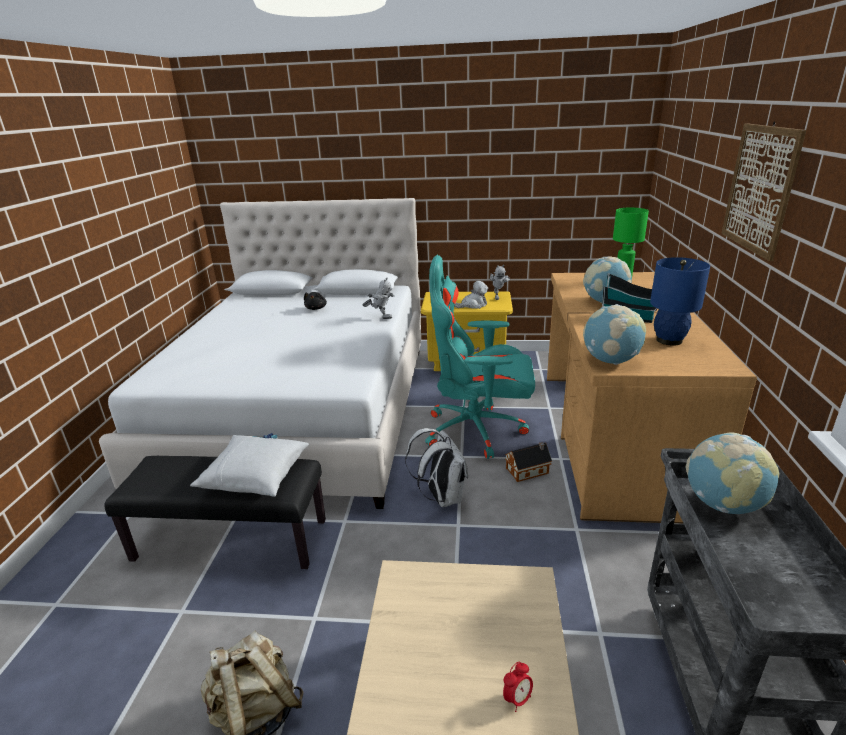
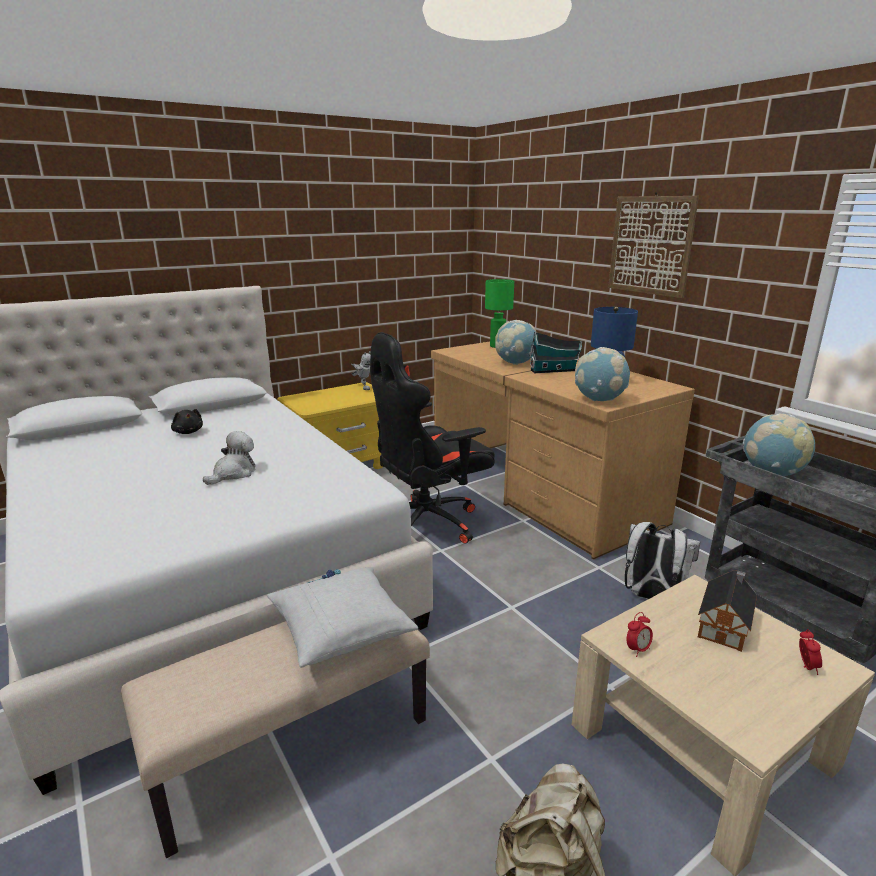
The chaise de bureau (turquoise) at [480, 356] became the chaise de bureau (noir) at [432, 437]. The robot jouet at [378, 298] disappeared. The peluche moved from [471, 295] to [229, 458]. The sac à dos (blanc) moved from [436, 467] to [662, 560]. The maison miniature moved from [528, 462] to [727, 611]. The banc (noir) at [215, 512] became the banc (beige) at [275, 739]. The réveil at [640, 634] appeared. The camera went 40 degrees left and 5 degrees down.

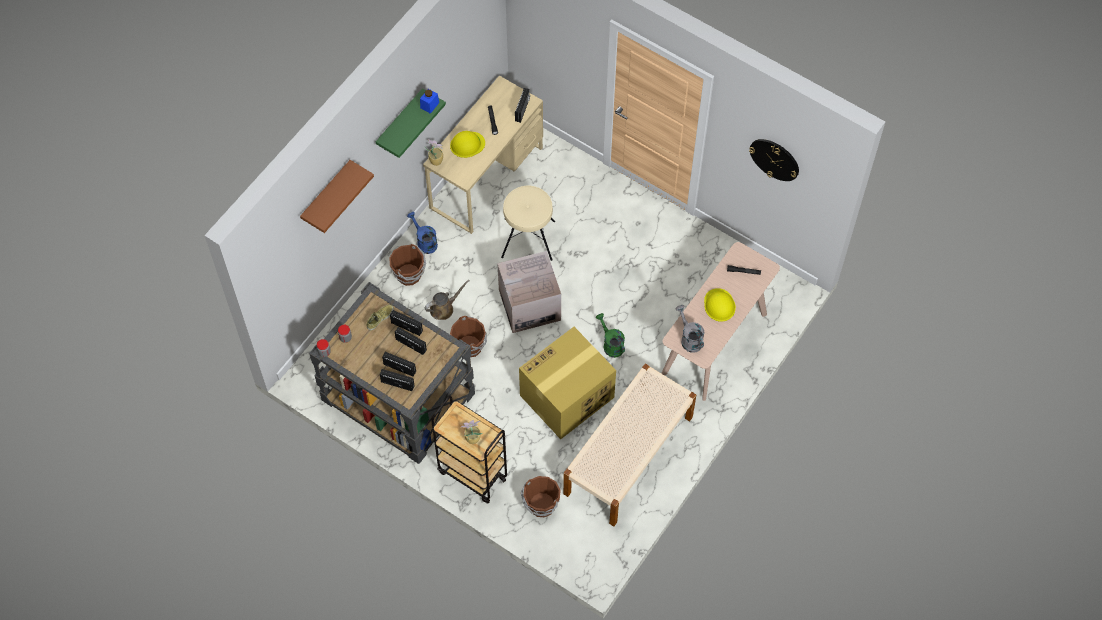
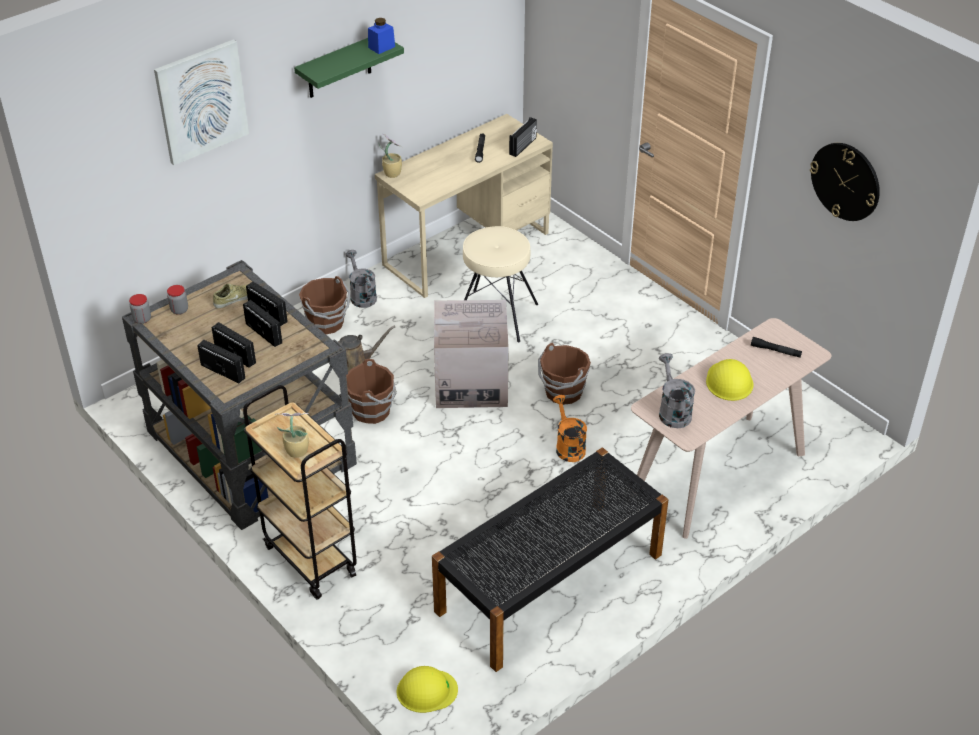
The casque de chantier (jaune) moved from [467, 144] to [427, 689]. The étagère (marron) at [337, 196] was replaced by the tableau at [201, 102]. The arrosoir (bleu) at [422, 233] became the arrosoir (gris) at [361, 279]. The arrosoir (vert) at [610, 335] became the arrosoir (orange) at [570, 428]. The carton at [567, 383] disappeared. The banc (beige) at [629, 445] became the banc (noir) at [550, 559]. The seau (marron) moved from [541, 496] to [564, 374]. The camera went 15 degrees right and 20 degrees down.

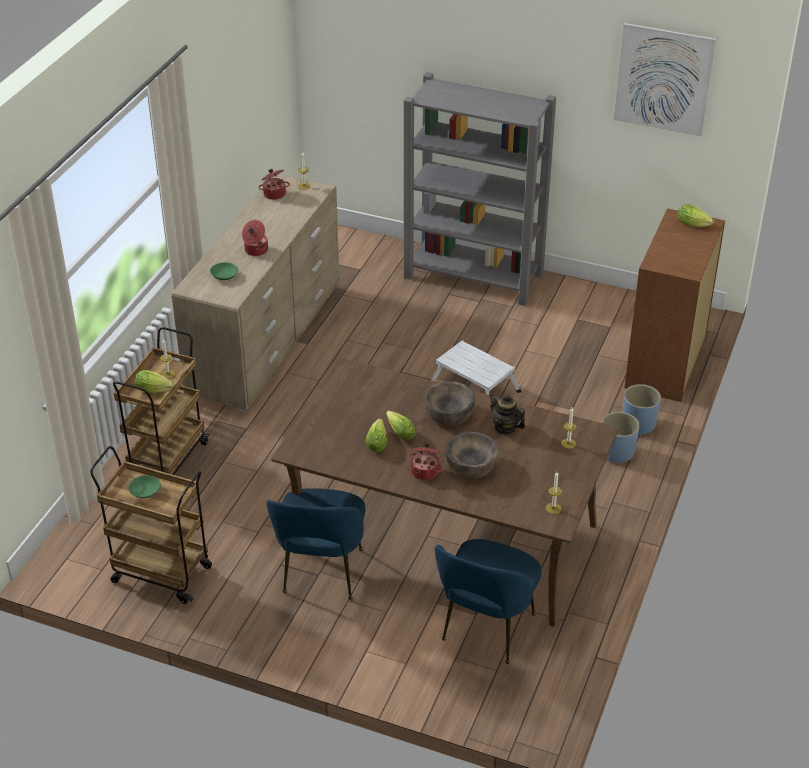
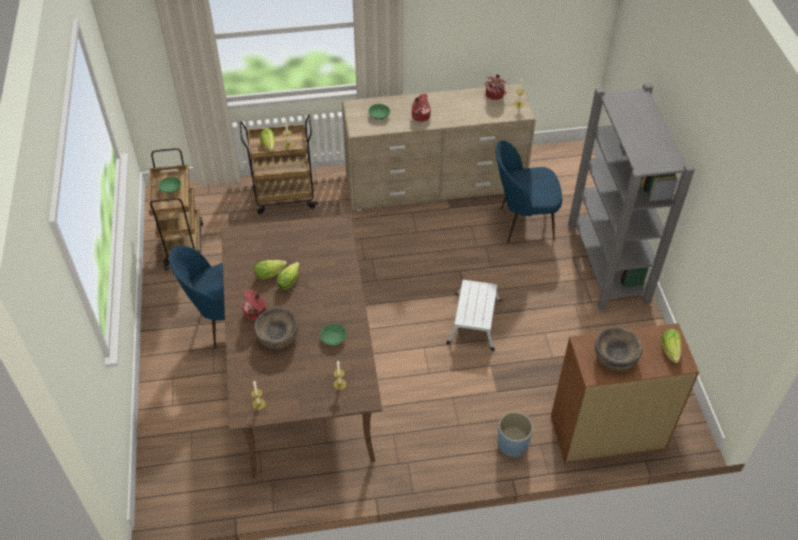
The tableau at [665, 80] disappeared. The bol (marron) moved from [449, 403] to [618, 349]. The théière at [507, 414] was replaced by the bol (vert) at [333, 334]. The cache-pot (bleu) at [620, 438] disappeared. The chaise (bleu) moved from [488, 601] to [528, 191]. The camera went 60 degrees right and 10 degrees up.

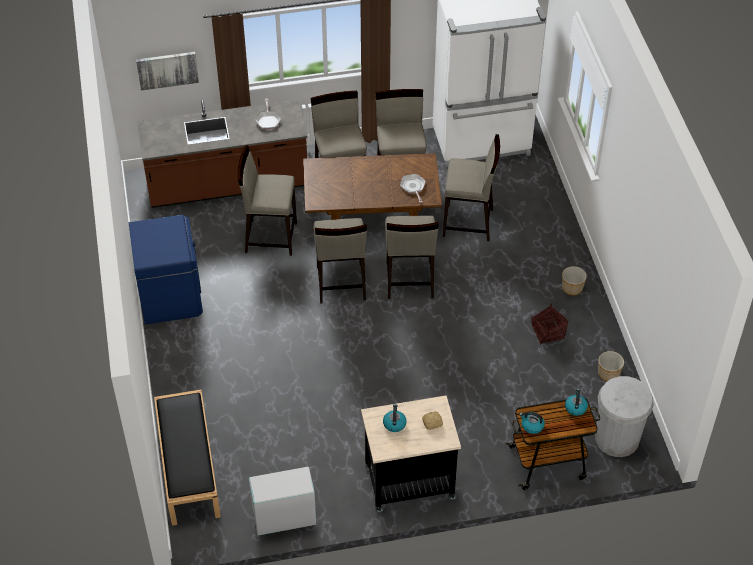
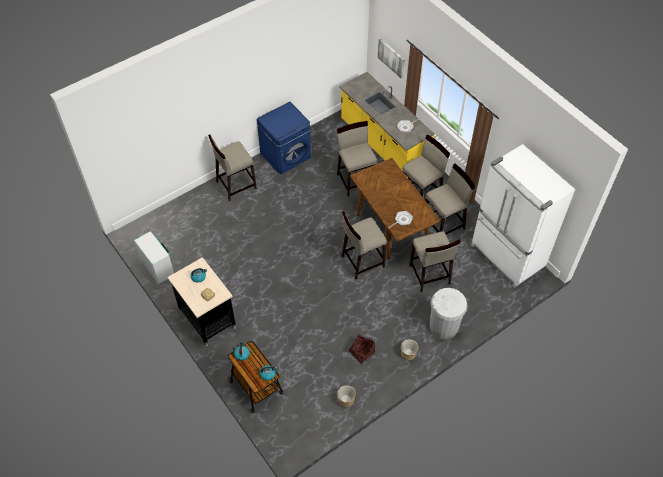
The comptoir de cuisine (marron) at [222, 153] became the comptoir de cuisine (jaune) at [387, 126]. The tabouret (beige) moved from [340, 261] to [232, 167]. The poubelle (blanc) moved from [624, 416] to [448, 313]. The banc (noir) at [187, 458] disappeared. The camera went 65 degrees right and 5 degrees up.

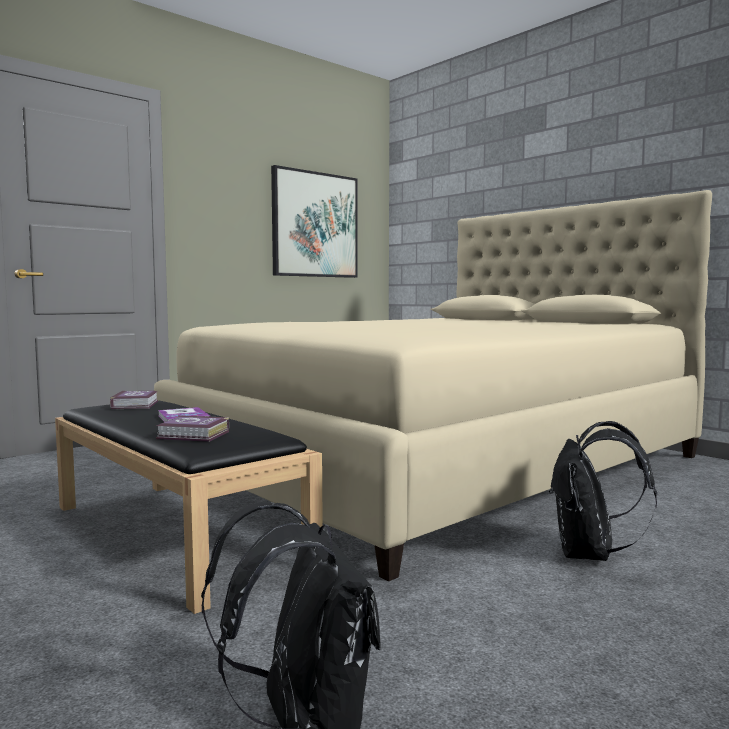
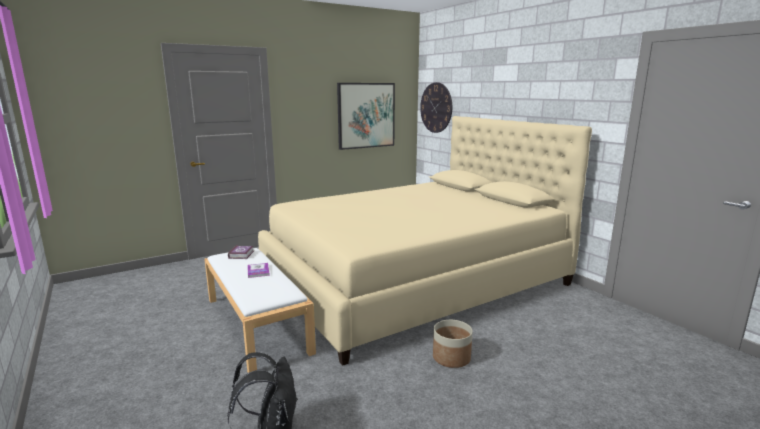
The banc (noir) at [189, 507] became the banc (blanc) at [260, 310]. The livre at [192, 428] disappeared. The sac à dos (noir) at [603, 491] was replaced by the cache-pot at [453, 344]. The horloge murale at [436, 107] appeared. The camera went 10 degrees right and 10 degrees up.

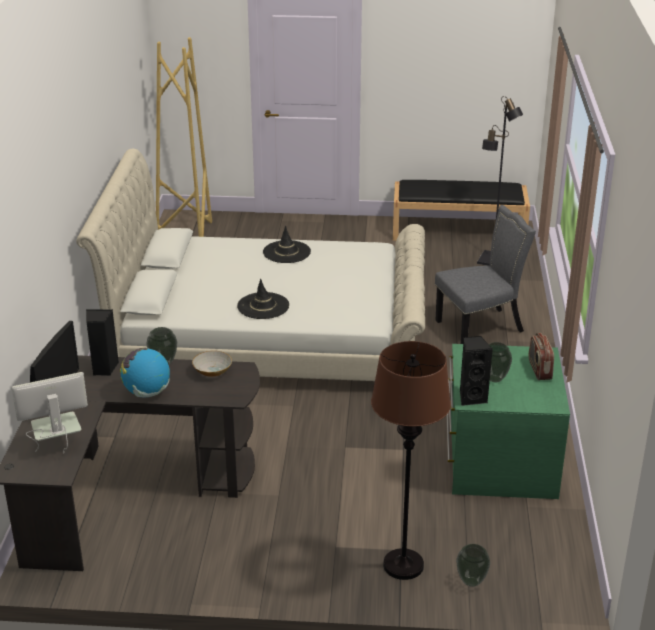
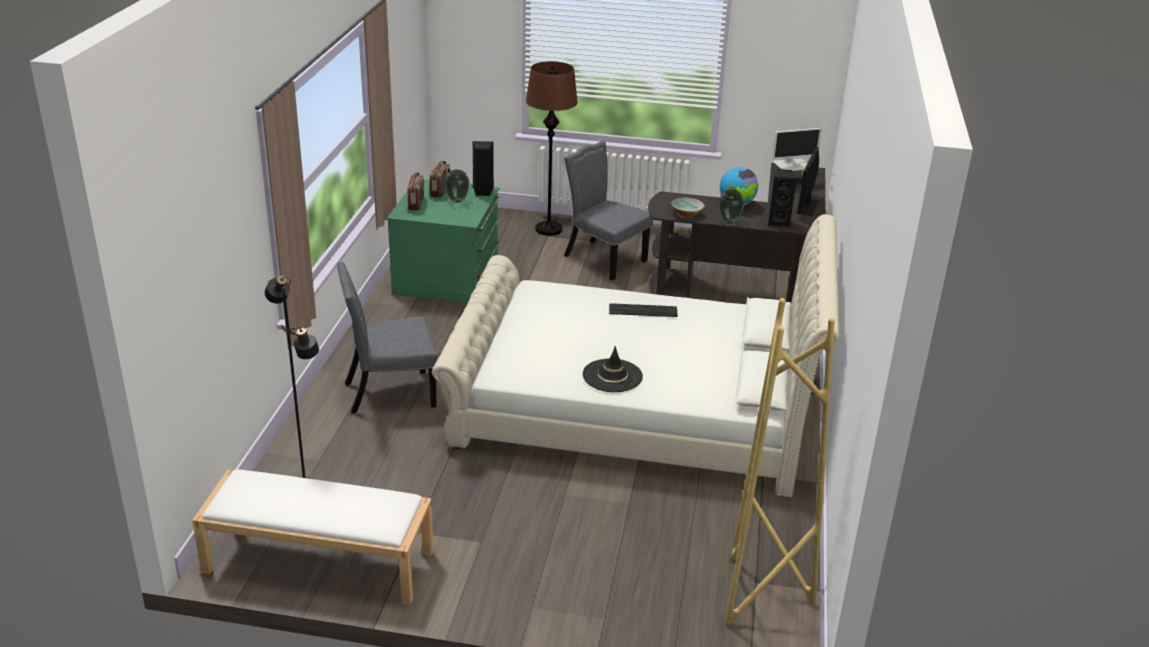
The banc (noir) at [461, 210] became the banc (blanc) at [312, 537]. The chapeau (noir) at [263, 299] was replaced by the clavier at [643, 310]. The vase at [473, 565] disappeared. The chaise (gris) at [608, 211] appeared. The radio at [439, 179] appeared. The camera went 175 degrees left and 0 degrees up.

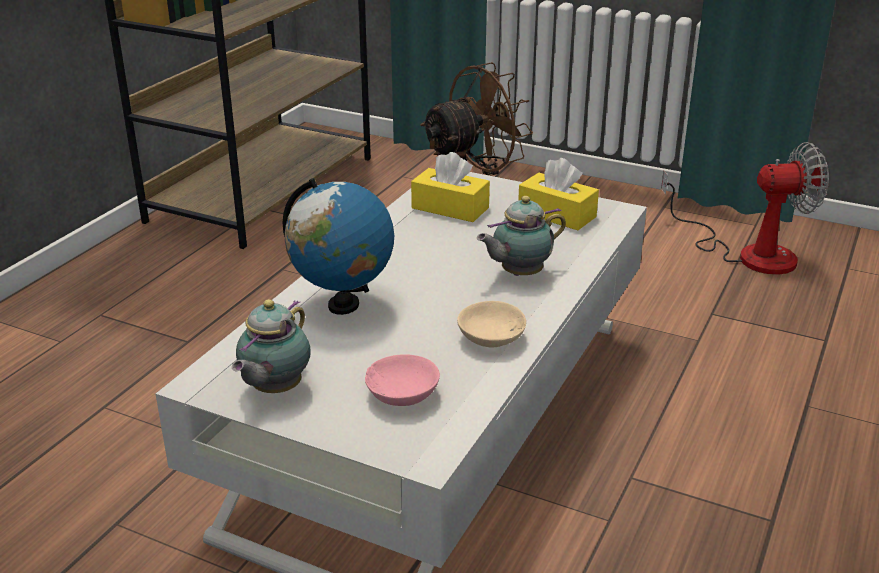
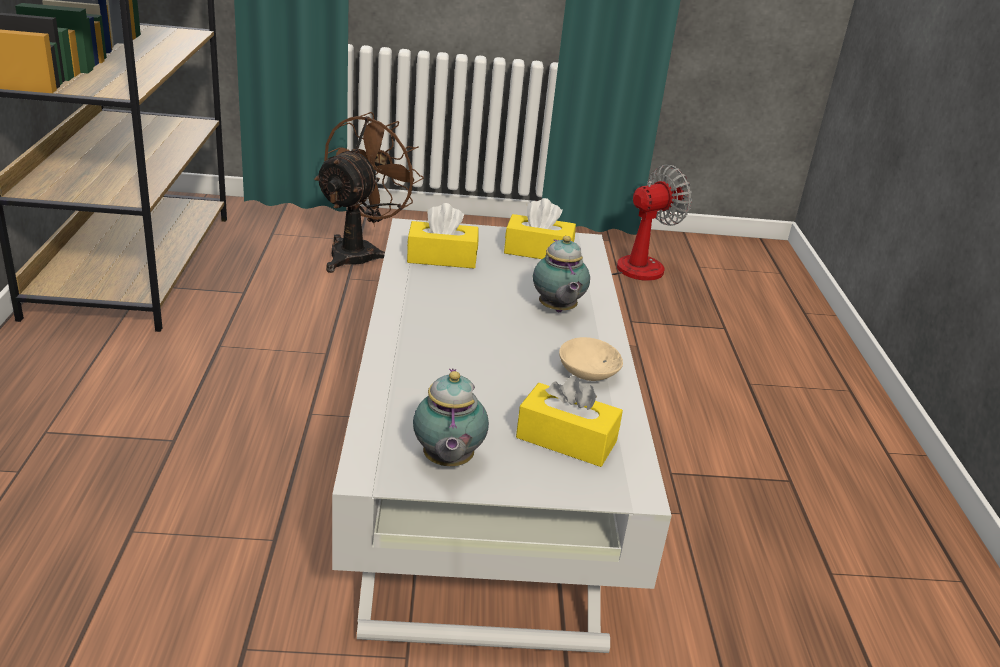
The globe at [338, 246] disappeared. The théière at [521, 236] turned 45 degrees counterclockwise. The bol (rose) at [402, 380] was replaced by the boîte à mouchoirs (jaune) at [569, 421]. The camera went 30 degrees left and 0 degrees up.

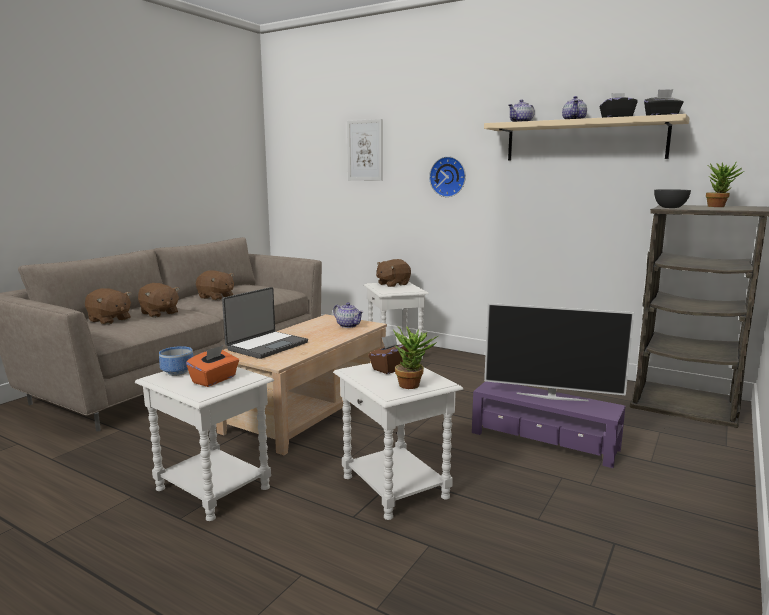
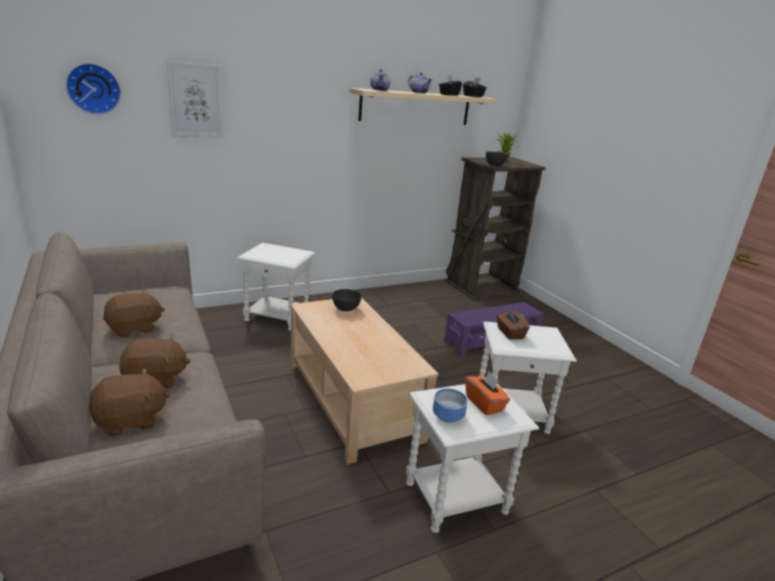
The horloge murale moved from [447, 176] to [93, 89]. The peluche (marron) at [393, 273] disappeared. The ordinateur portable at [265, 323] disappeared. The théière at [348, 315] was replaced by the bol (gris) at [347, 300]. The téléviseur at [559, 352] disappeared. The plante en pot at [415, 357] disappeared. The camera went 60 degrees left and 10 degrees up.

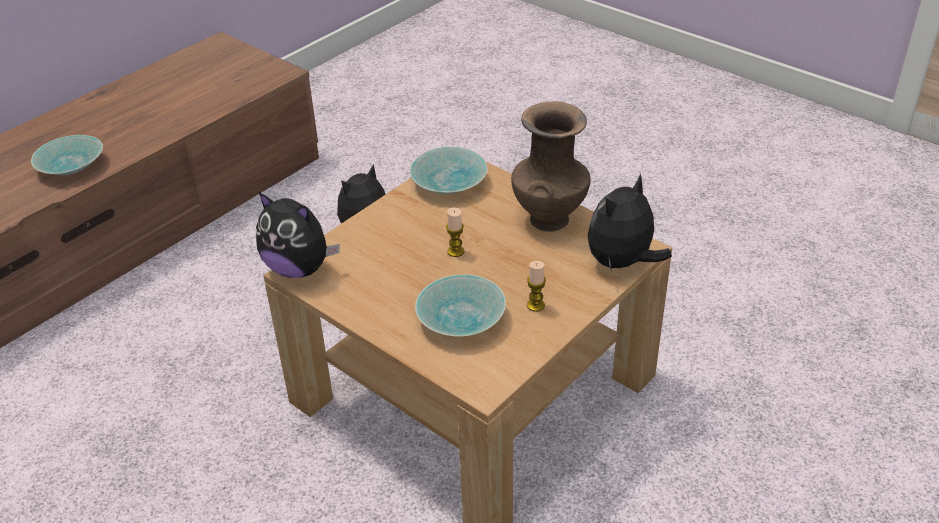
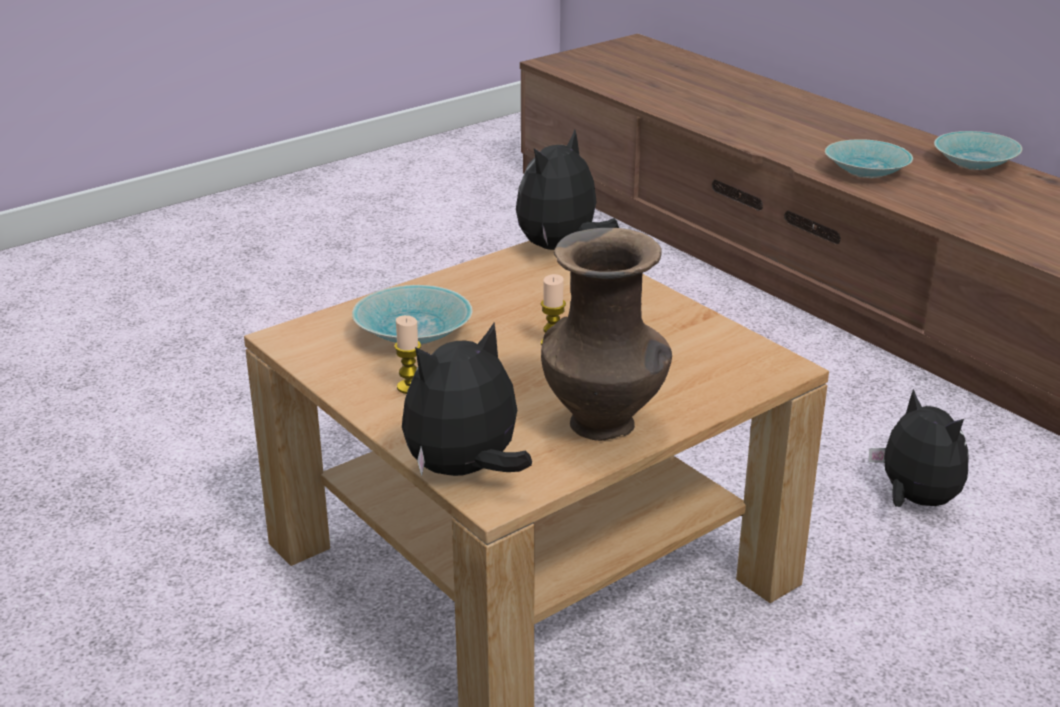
The bol (turquoise) moved from [449, 170] to [978, 150]. The peluche at [629, 222] turned 90 degrees counterclockwise. The camera went 100 degrees right and 10 degrees down.

